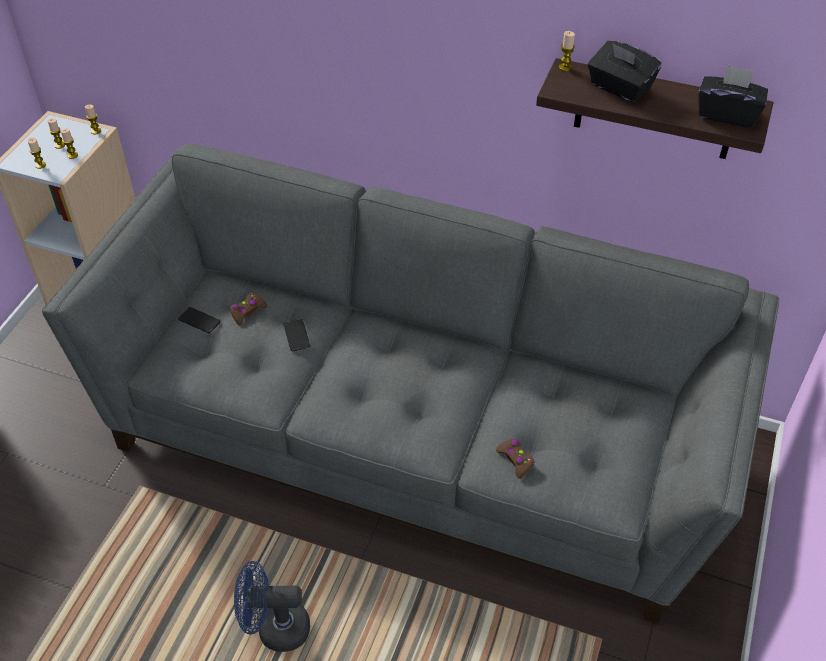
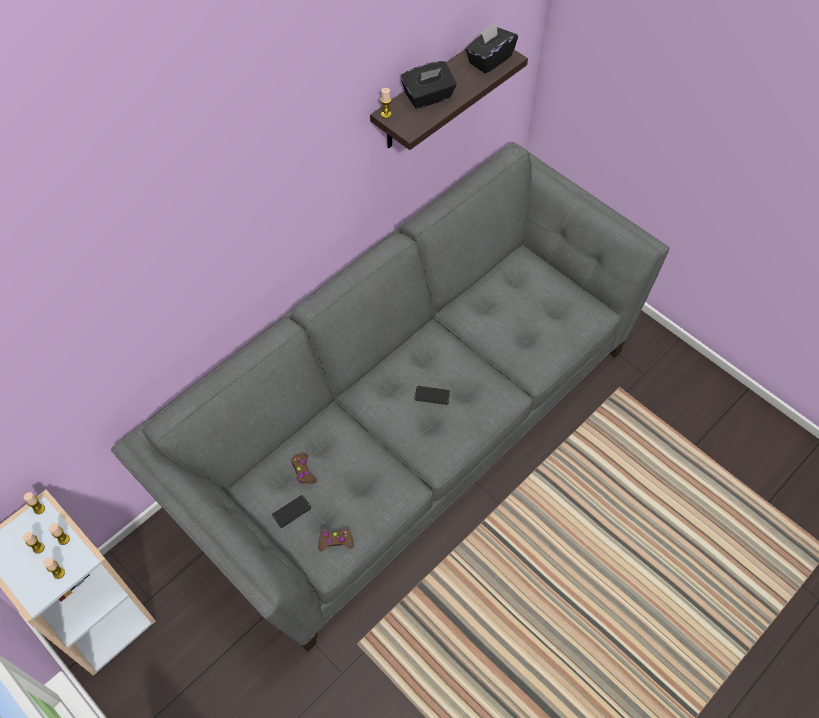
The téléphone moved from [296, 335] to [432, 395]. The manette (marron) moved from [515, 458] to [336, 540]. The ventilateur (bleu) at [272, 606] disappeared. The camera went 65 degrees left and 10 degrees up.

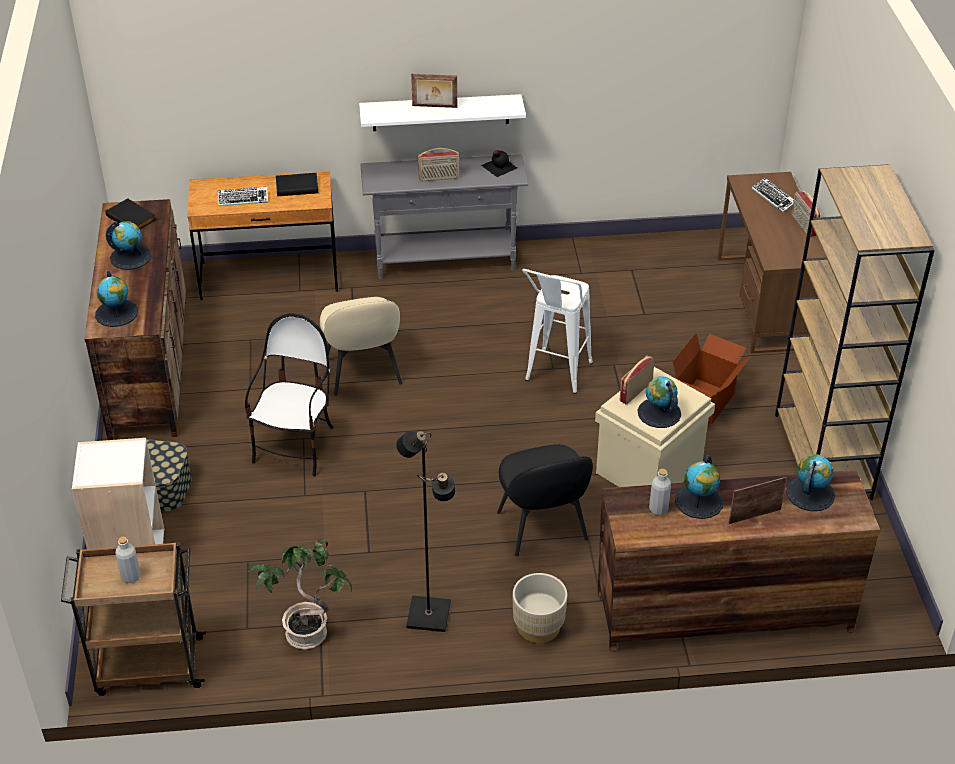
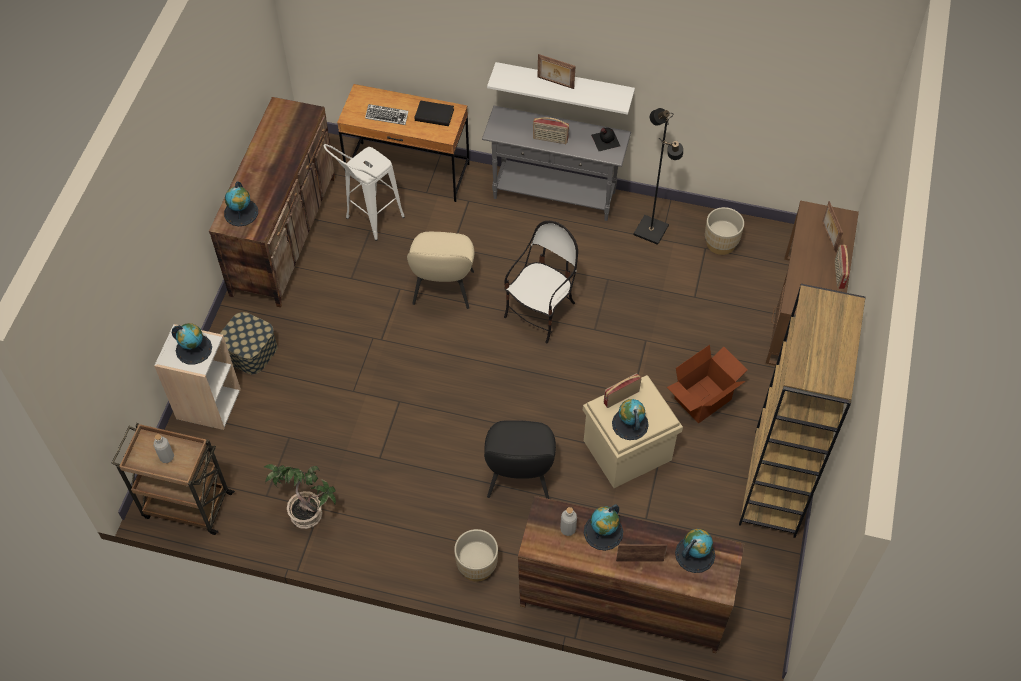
The clavier at [773, 195] was replaced by the cadre photo at [833, 226]. The livre (noir) at [130, 213] disappeared. The globe moved from [128, 245] to [192, 344]. The tabouret (blanc) moved from [557, 331] to [364, 192]. The chaise moved from [289, 395] to [541, 282]. The lampadaire (noir) moved from [425, 531] to [658, 176]. The cache-pot (beige) at [724, 231] appeared. The camera went 20 degrees right and 15 degrees up.

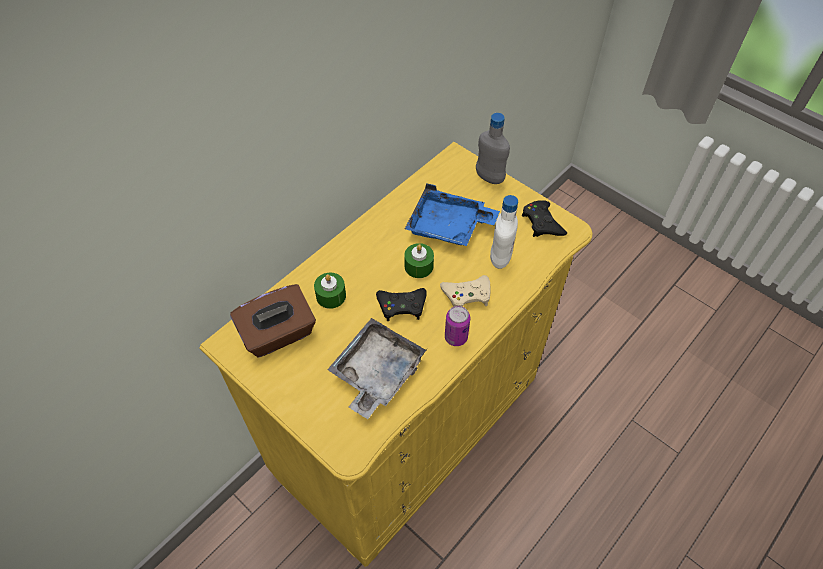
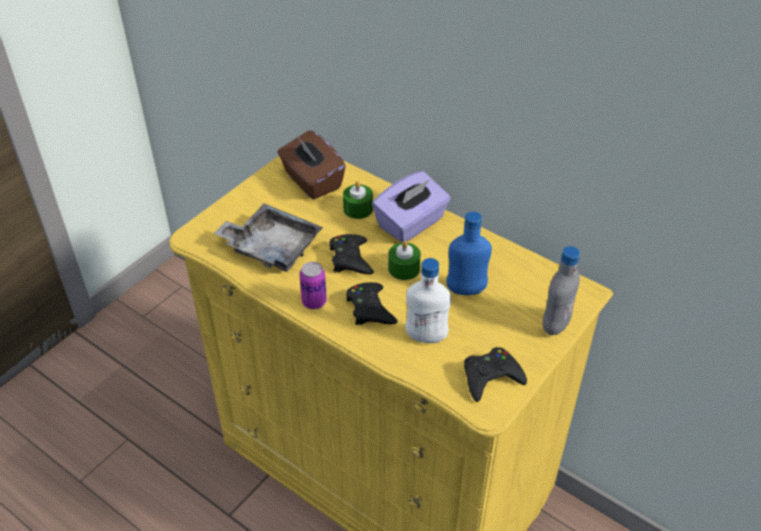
The plateau (bleu) at [452, 214] was replaced by the bouteille (bleu) at [469, 253]. The manette (beige) at [465, 291] became the manette (noir) at [372, 303]. The boîte à mouchoirs (violet) at [411, 207] appeared. The camera went 85 degrees right and 10 degrees down.

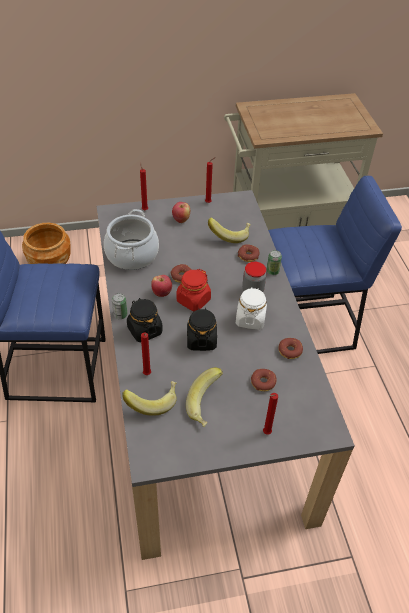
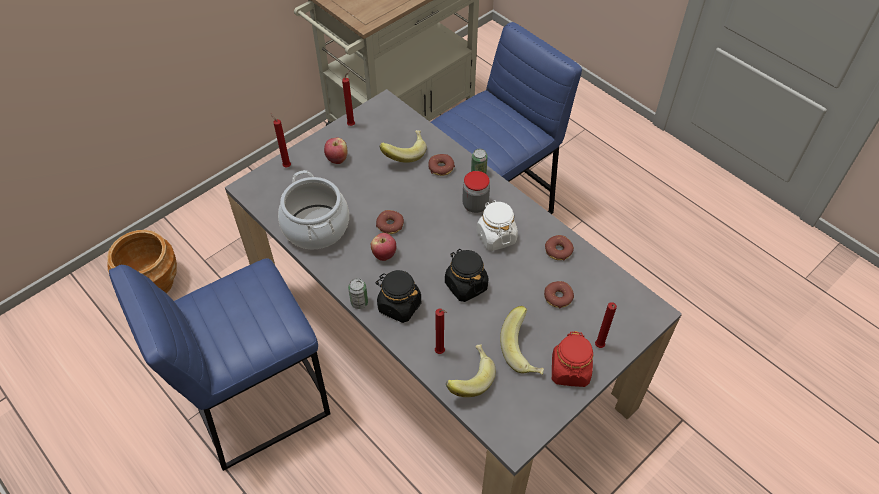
The bocal (rouge) moved from [194, 290] to [572, 359]. The camera went 30 degrees left and 5 degrees up.

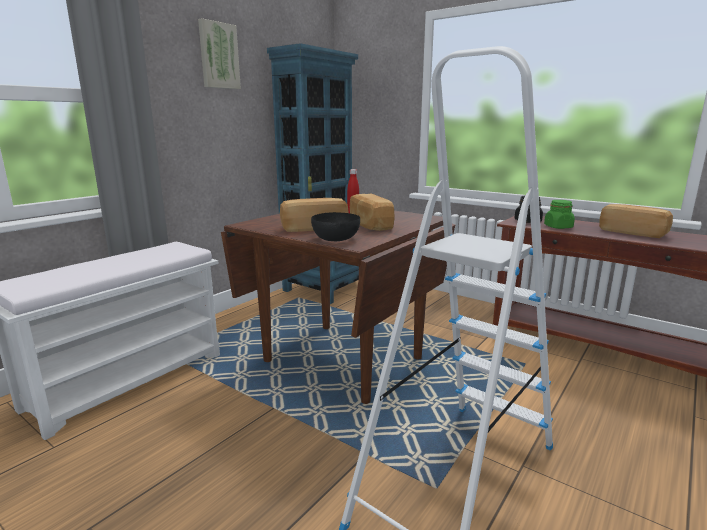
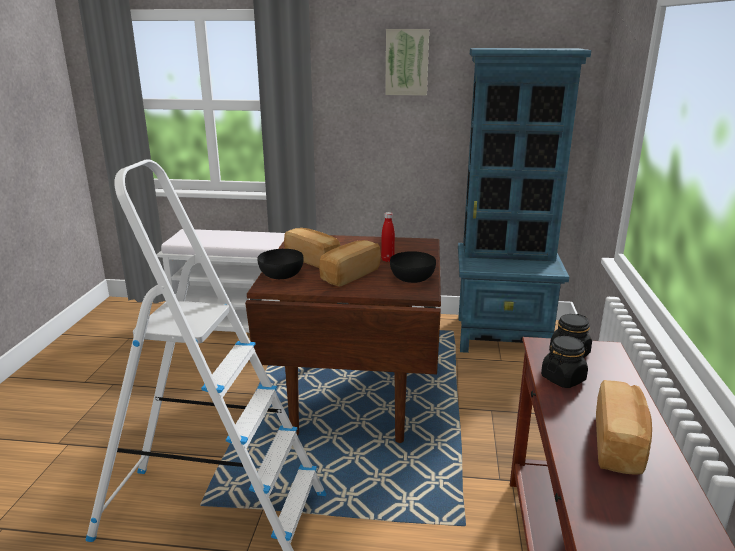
The bocal (vert) at [559, 214] became the bocal (noir) at [564, 362]. The bol (noir) at [413, 267] appeared. The camera went 60 degrees right and 5 degrees up.

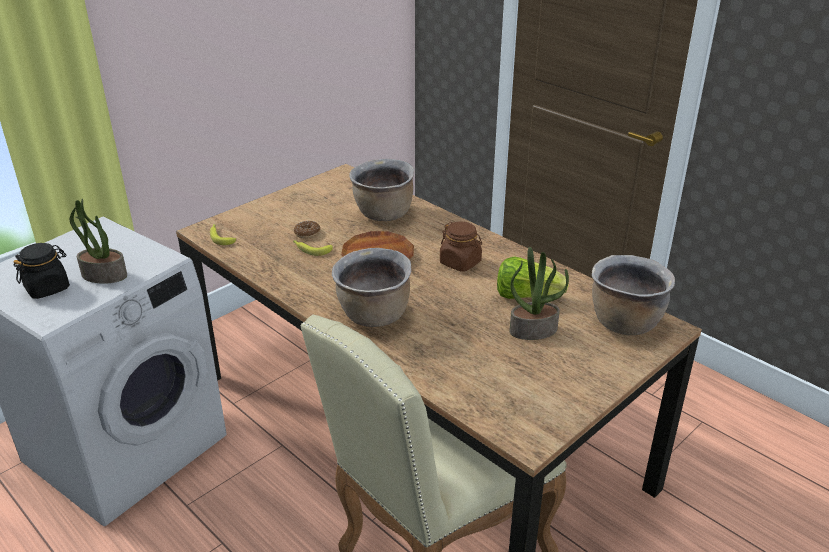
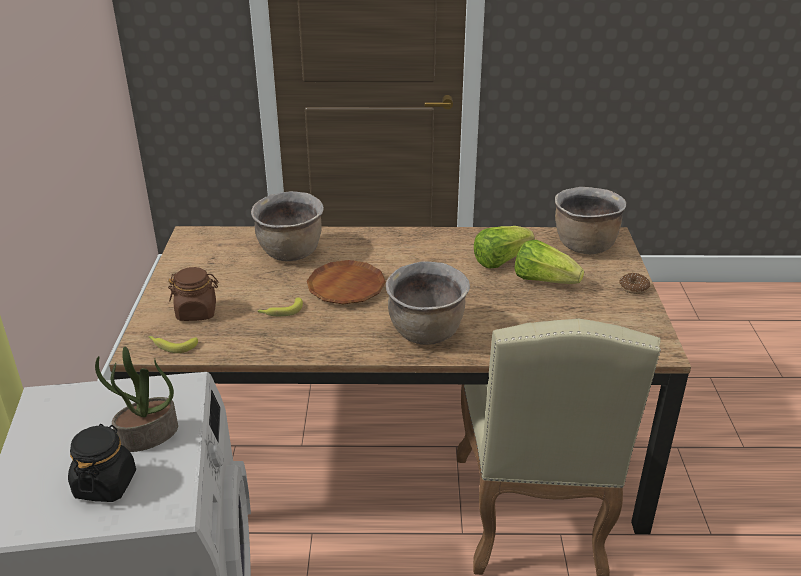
The beignet moved from [307, 230] to [634, 283]. The bocal (marron) moved from [461, 246] to [193, 294]. The plante en pot at [539, 293] was replaced by the laitue at [549, 262]. The camera went 45 degrees left and 0 degrees up.

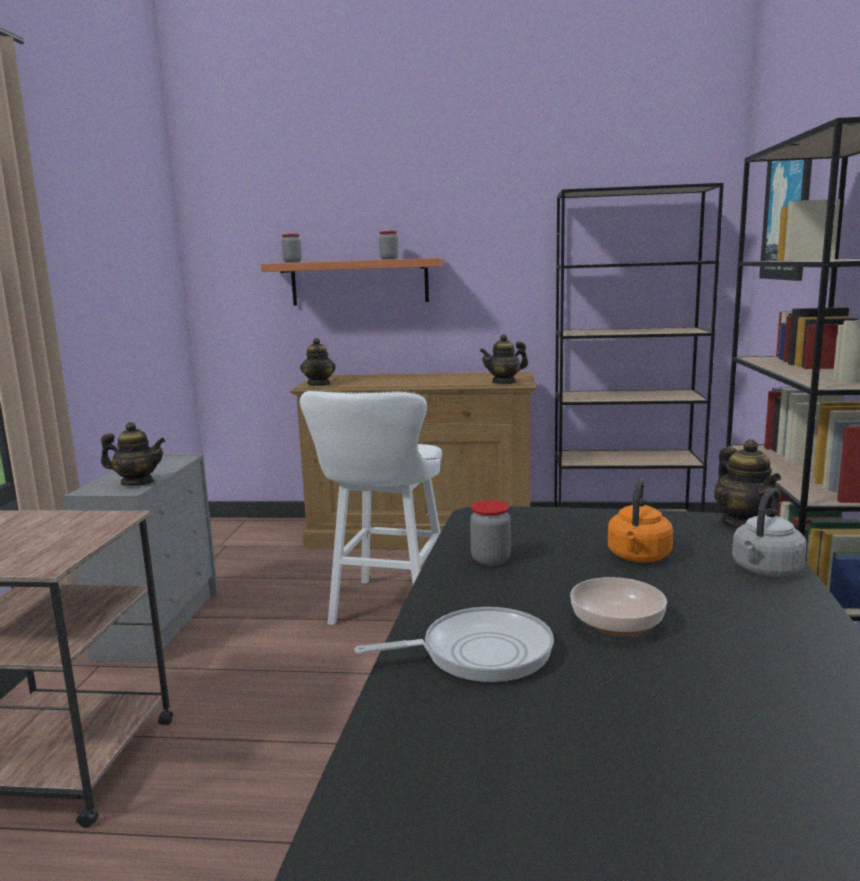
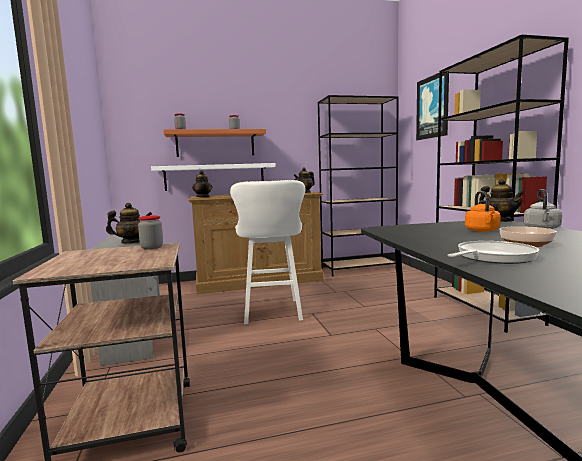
The bocal moved from [490, 533] to [150, 232]. The étagère (blanc) at [213, 177] appeared. The camera went 20 degrees left and 5 degrees down.

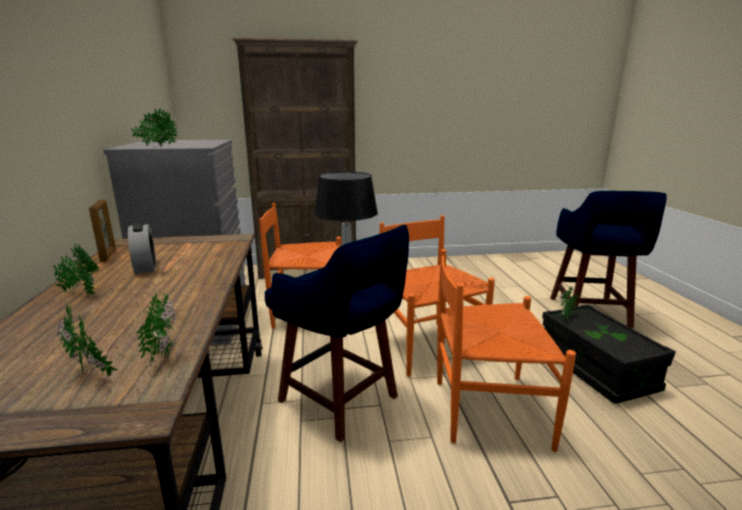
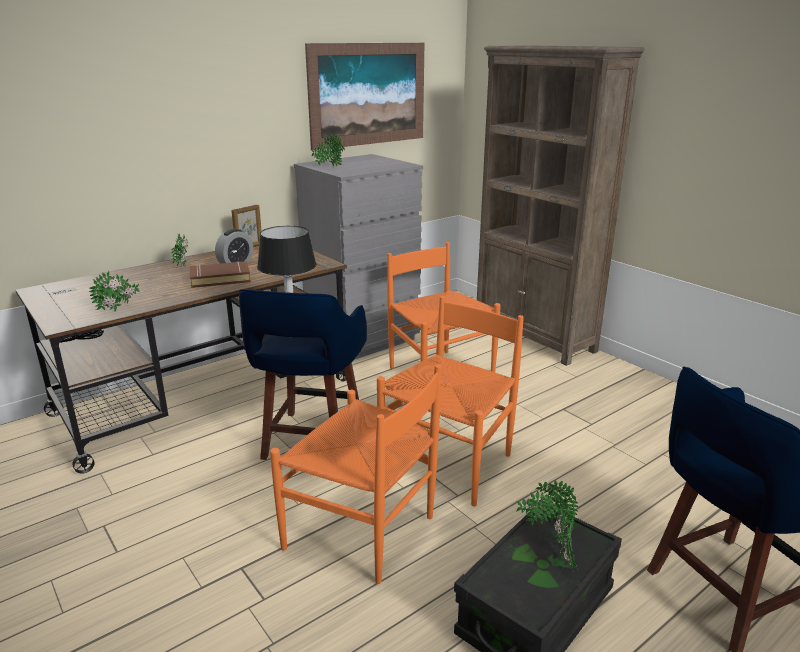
The chaise (orange) at [506, 350] turned 150 degrees clockwise. The plante en pot moved from [87, 339] to [566, 538]. The tableau at [364, 96] appeared. The livre (marron) at [220, 274] appeared. The camera went 60 degrees right and 5 degrees up.

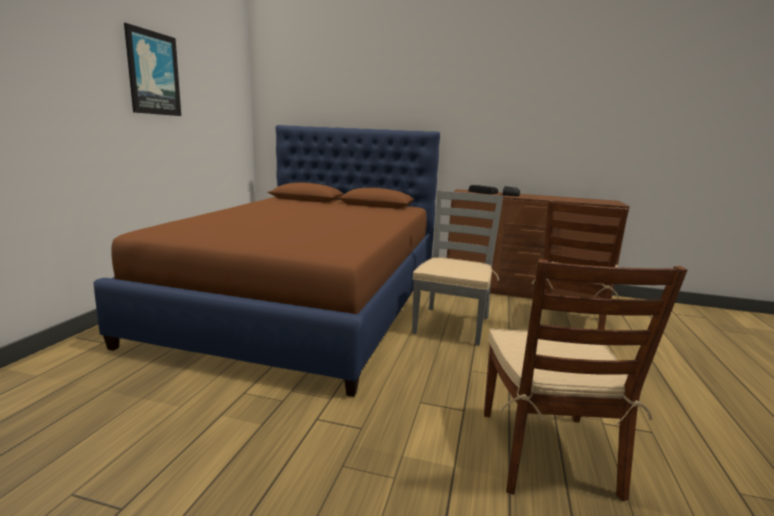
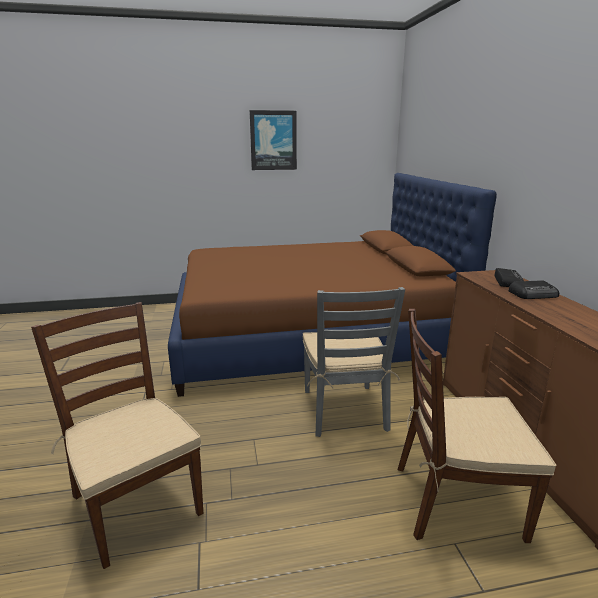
The chaise (gris) at [457, 268] turned 90 degrees clockwise. The chaise (marron) at [585, 380] turned 75 degrees clockwise. The camera went 65 degrees right and 5 degrees up.

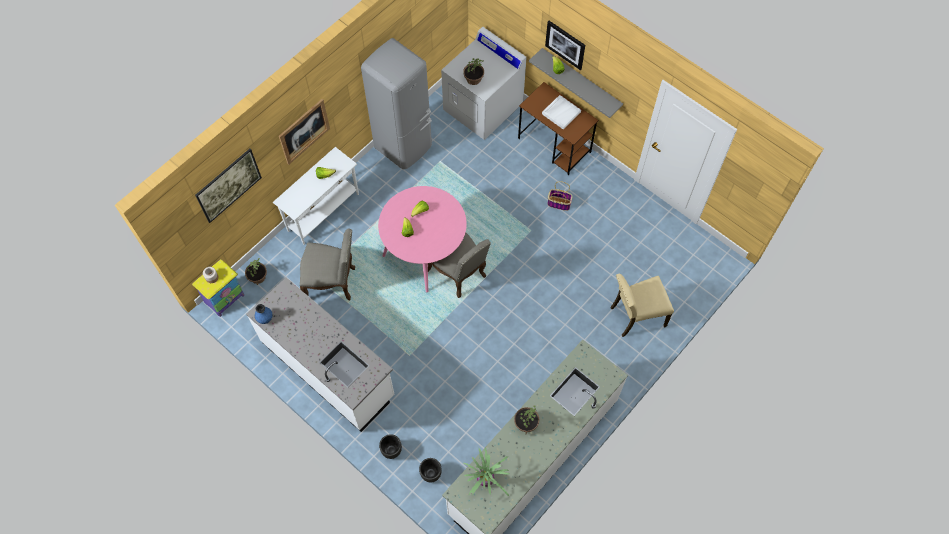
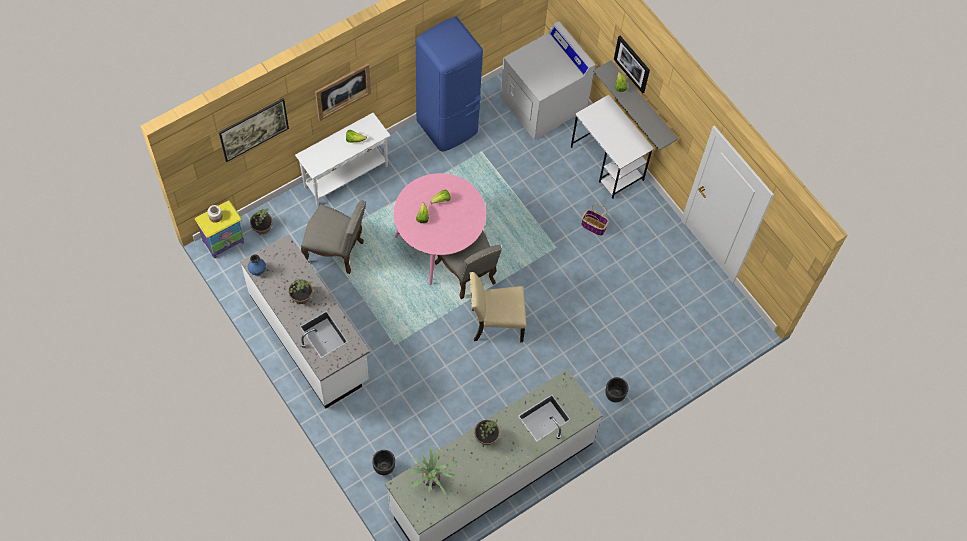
The réfrigérateur (gris) at [396, 103] became the réfrigérateur (bleu) at [449, 84]. The plante en pot moved from [473, 71] to [300, 291]. The bureau (marron) at [558, 128] became the bureau (blanc) at [612, 147]. The plateau (blanc) at [561, 112] disappeared. The chaise (beige) moved from [642, 305] to [497, 307]. The cache-pot (noir) moved from [390, 446] to [616, 389]. The camera went 10 degrees right and 0 degrees up.

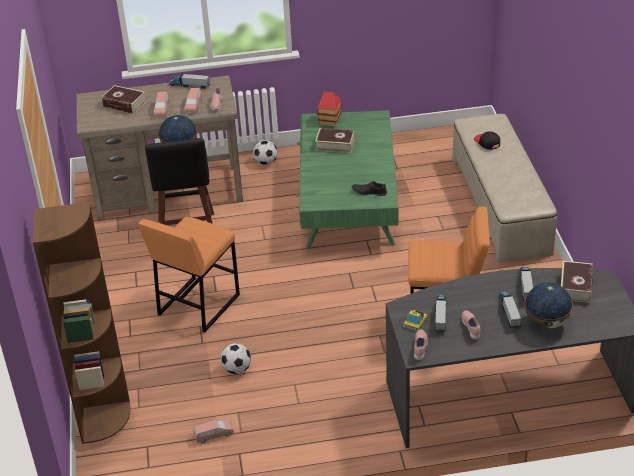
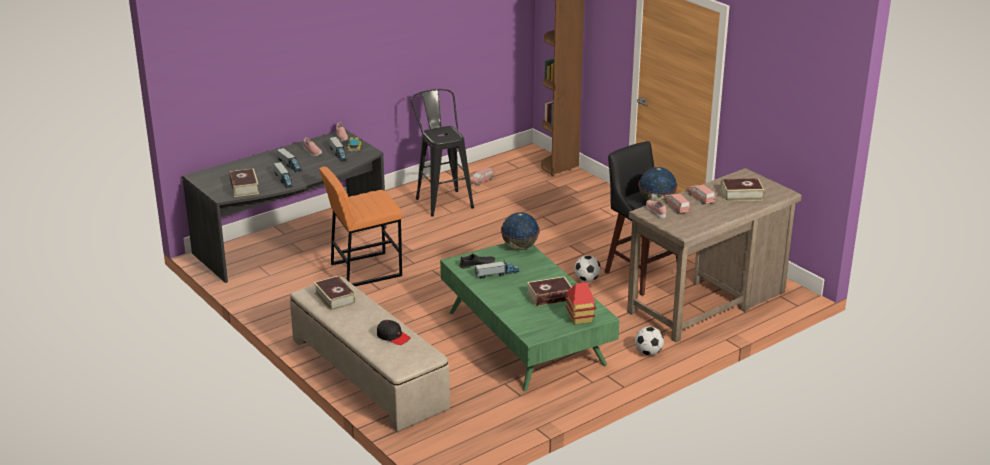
The camion jouet moved from [189, 81] to [497, 269]. The chaise (orange) at [189, 275] disappeared. The globe moved from [548, 305] to [520, 231]. The ballon de foot moved from [236, 358] to [587, 268]. The tabouret (noir) at [442, 153] appeared. The livre at [335, 293] appeared. The camera went 150 degrees right and 10 degrees down.

